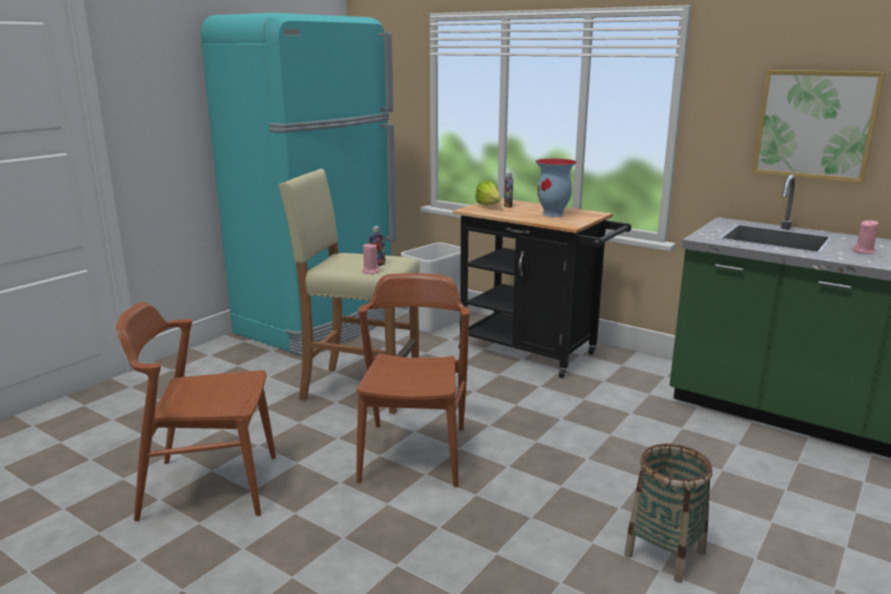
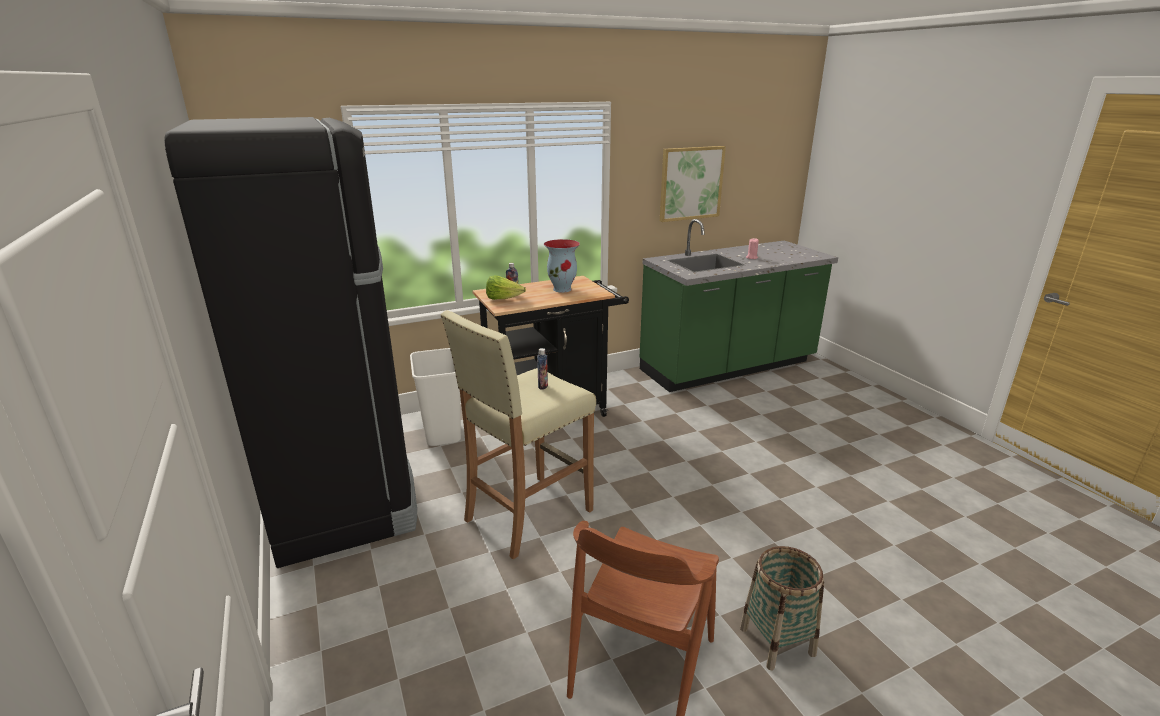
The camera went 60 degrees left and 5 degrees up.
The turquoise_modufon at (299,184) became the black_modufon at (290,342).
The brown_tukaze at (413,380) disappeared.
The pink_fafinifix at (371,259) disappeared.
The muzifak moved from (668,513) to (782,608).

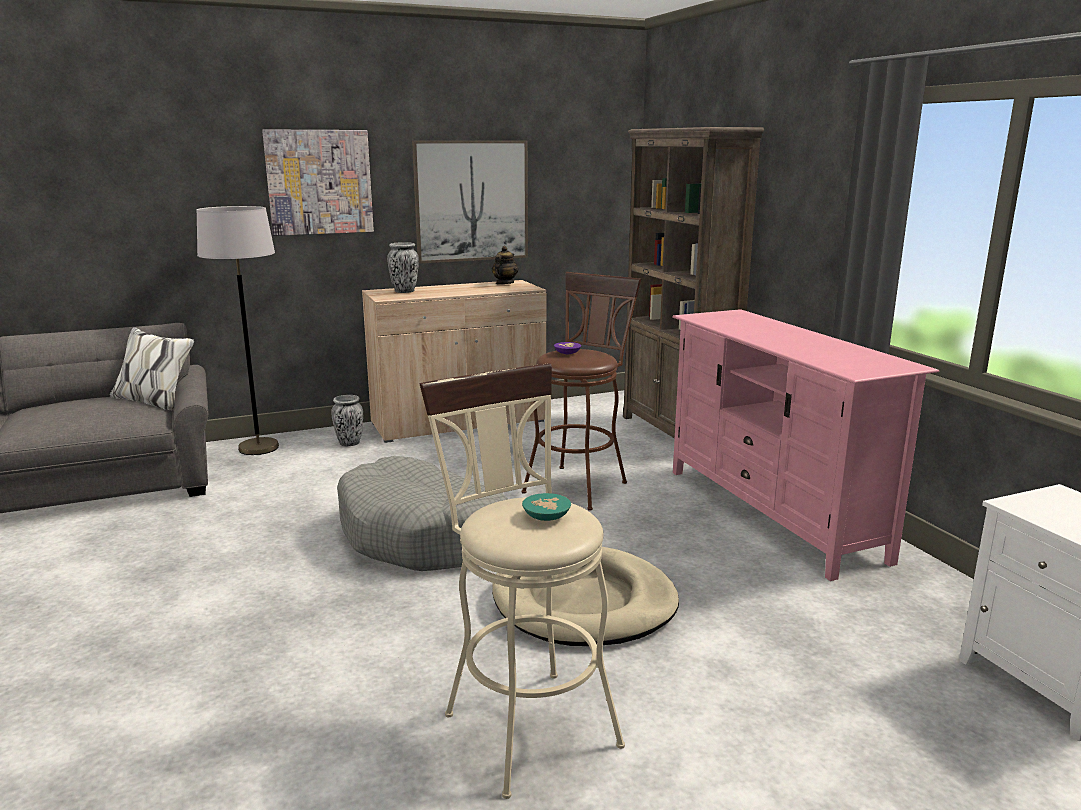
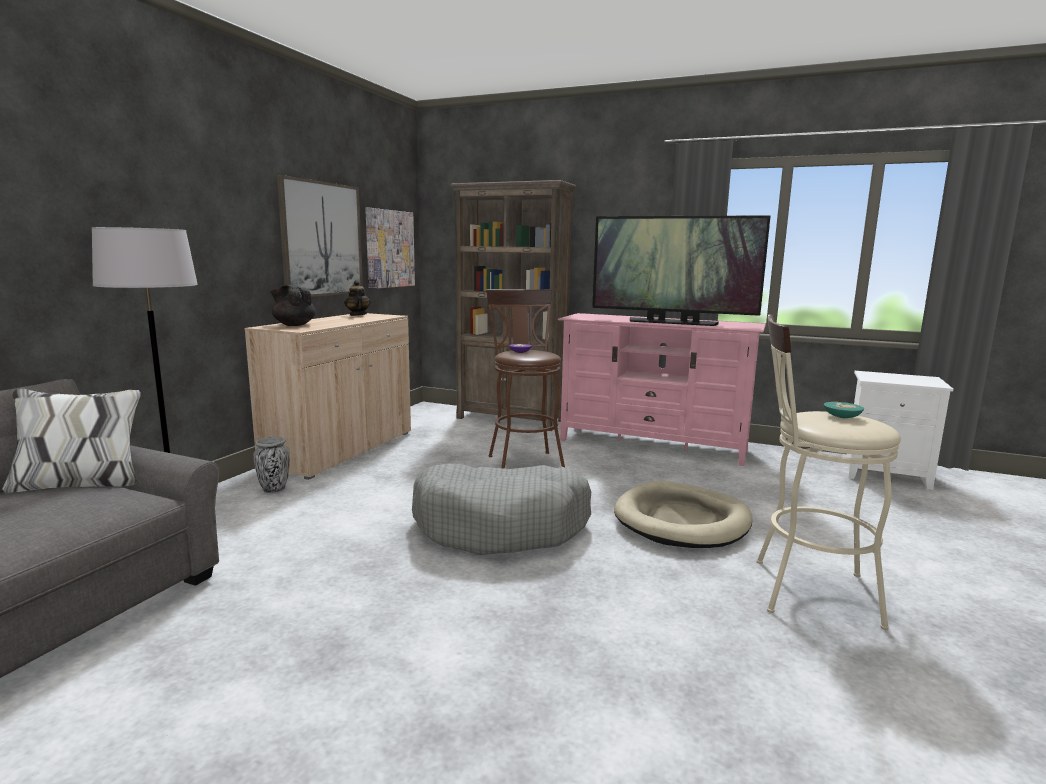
The camera went 45 degrees left and 5 degrees down.
The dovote moved from (318,182) to (390,248).
The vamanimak at (403,267) was replaced by the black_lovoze at (293,305).
The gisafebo at (681,270) appeared.

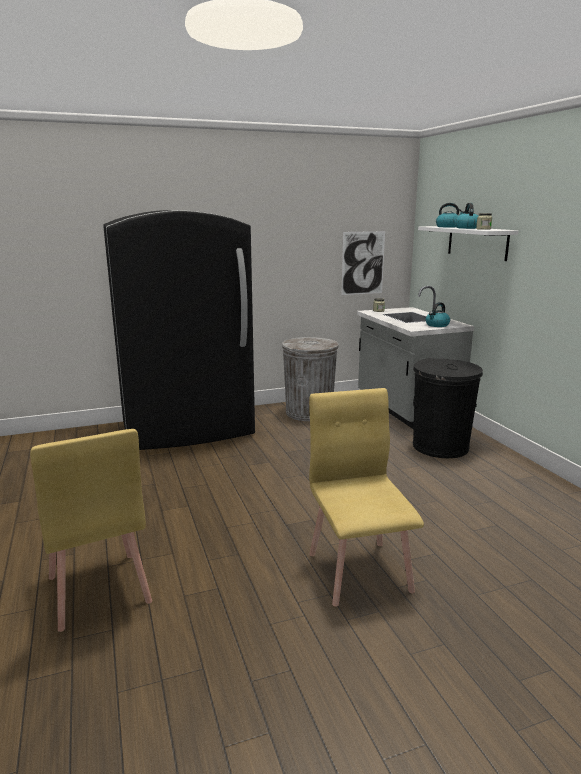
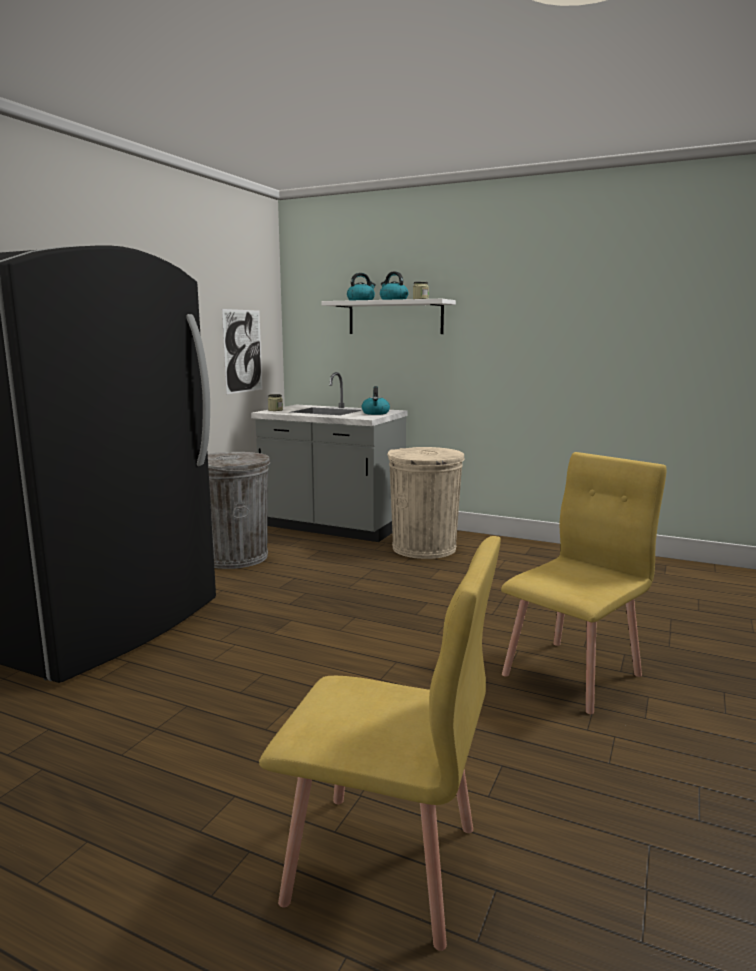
The camera went 45 degrees left and 5 degrees down.
The yellow_tukaze at (366,497) turned 105 degrees clockwise.
The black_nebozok at (448,408) became the beige_nebozok at (426,503).

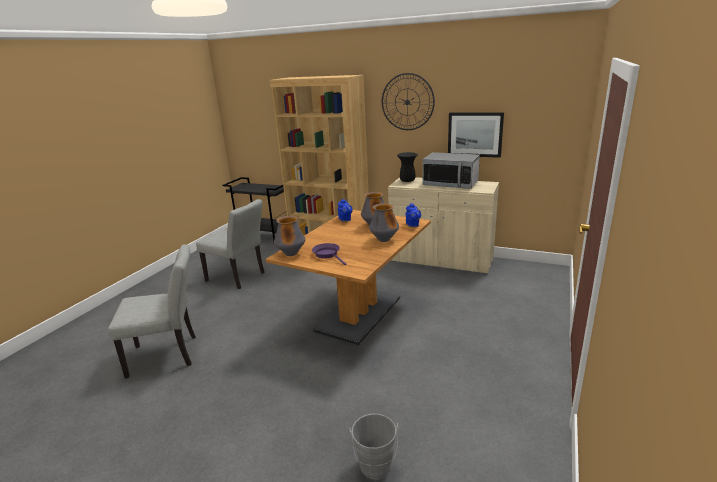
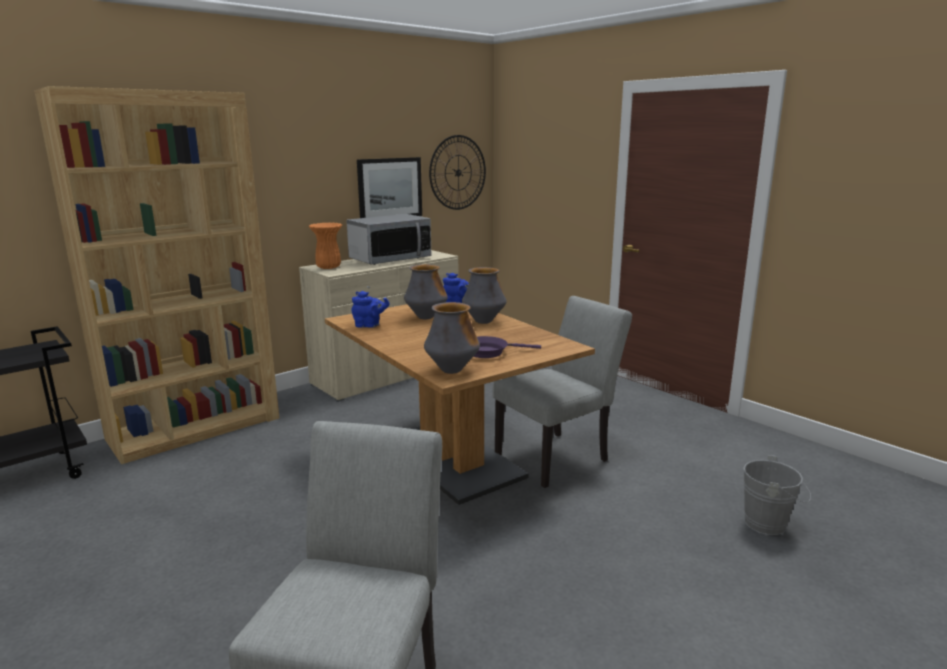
The camera went 65 degrees left and 5 degrees down.
The grey_tukaze moved from (230,244) to (562,392).
The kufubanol moved from (408,101) to (457,172).
The black_vamanimak at (407,167) became the orange_vamanimak at (325,246).

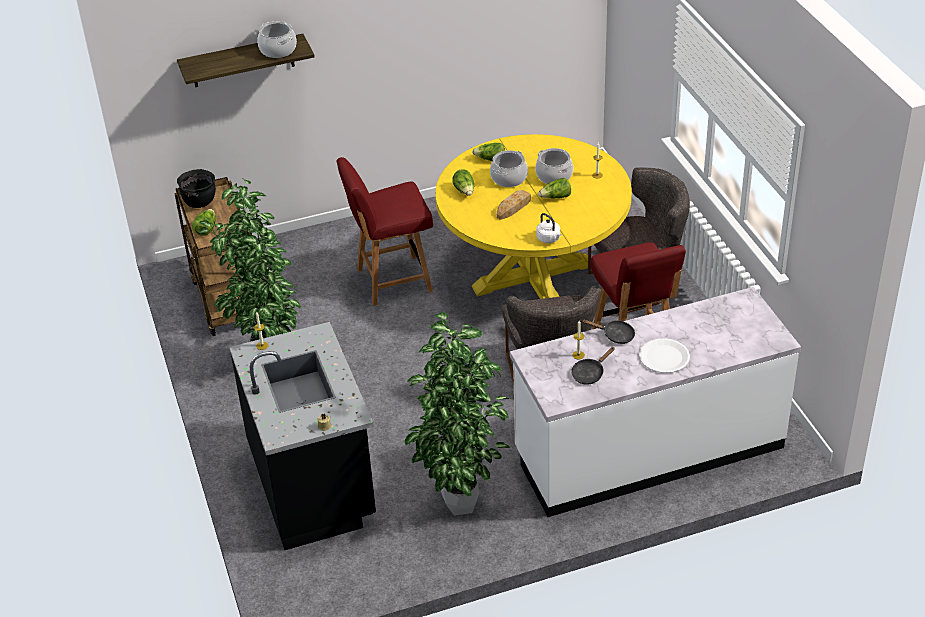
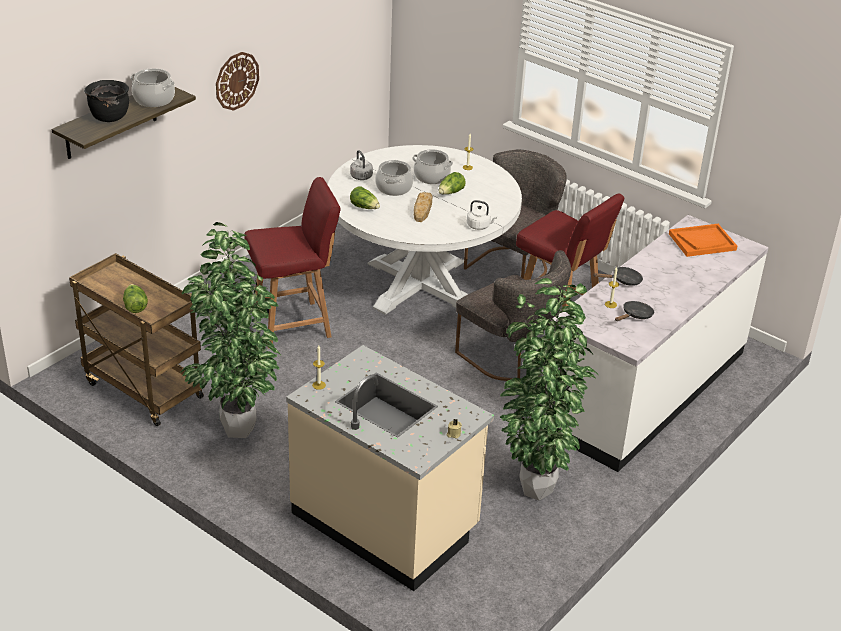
The camera went 35 degrees left and 5 degrees down.
The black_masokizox moved from (196,188) to (106,101).
The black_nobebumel at (302,436) became the beige_nobebumel at (390,468).
The red_tukaze at (384,231) turned 150 degrees counterclockwise.
The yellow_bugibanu at (533,216) became the white_bugibanu at (425,230).
The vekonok at (488,152) was replaced by the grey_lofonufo at (361,165).
The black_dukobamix at (593,366) turned 150 degrees counterclockwise.
The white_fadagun at (664,355) disappeared.
The kufubanol at (237,81) appeared.
The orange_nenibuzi at (703,240) appeared.

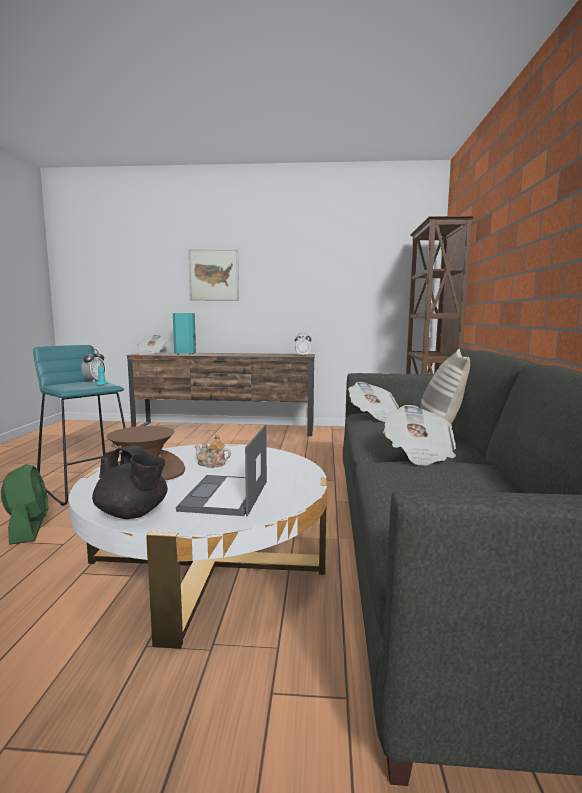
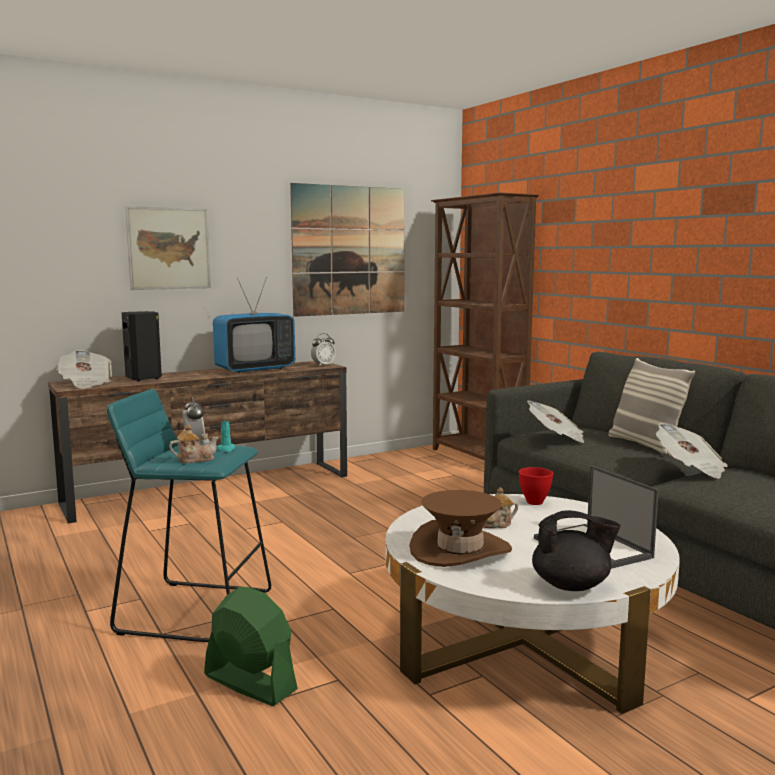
The camera went 35 degrees left and 0 degrees up.
The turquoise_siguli at (184,333) became the black_siguli at (142,346).
The lovoze at (194,443) appeared.
The gisafebo at (254,325) appeared.
The dovote at (347,250) appeared.
The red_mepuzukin at (536,486) appeared.

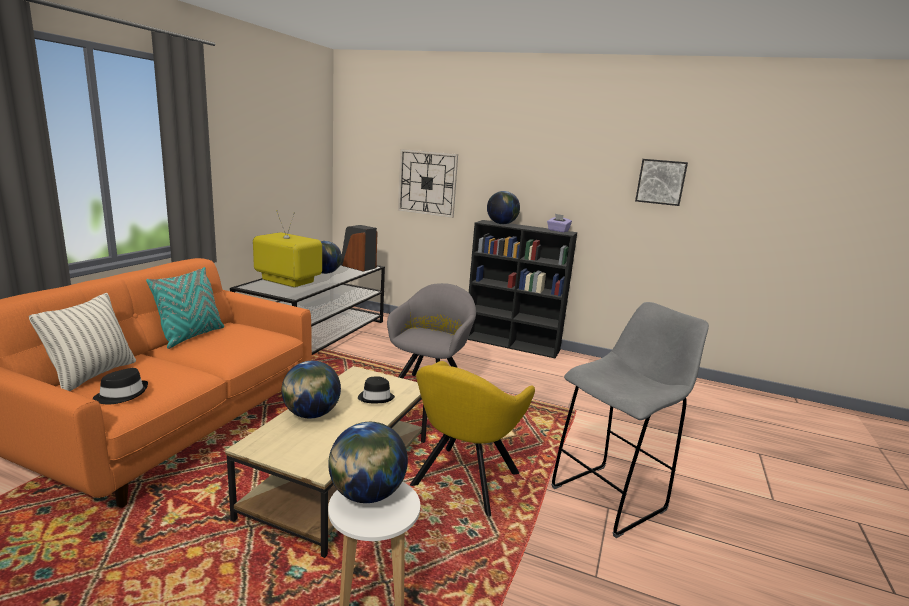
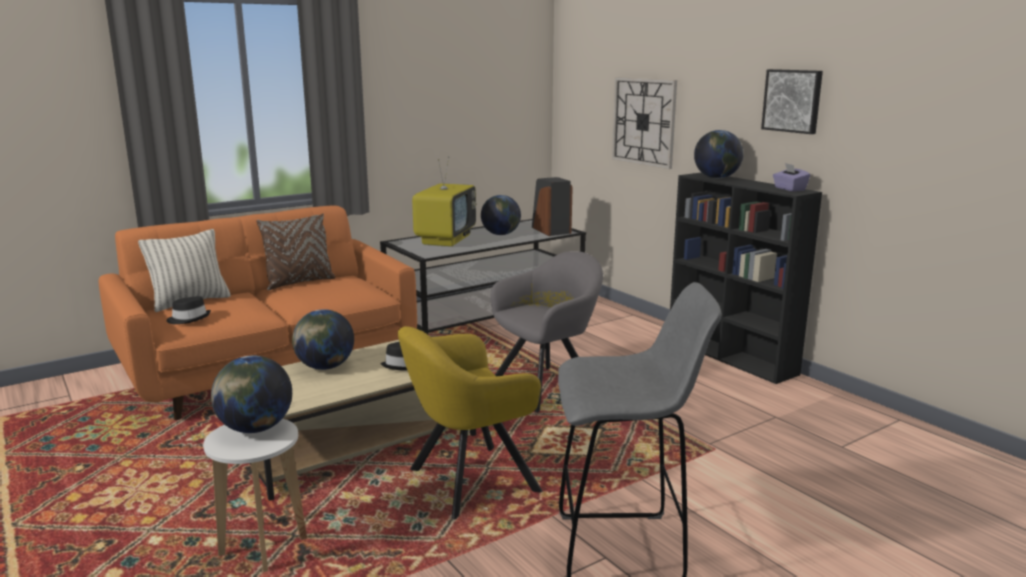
The camera went 35 degrees right and 0 degrees up.
The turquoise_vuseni at (185,308) became the brown_vuseni at (296,251).
The gisafebo at (287,248) turned 45 degrees clockwise.
The dovote moved from (661,182) to (792,101).

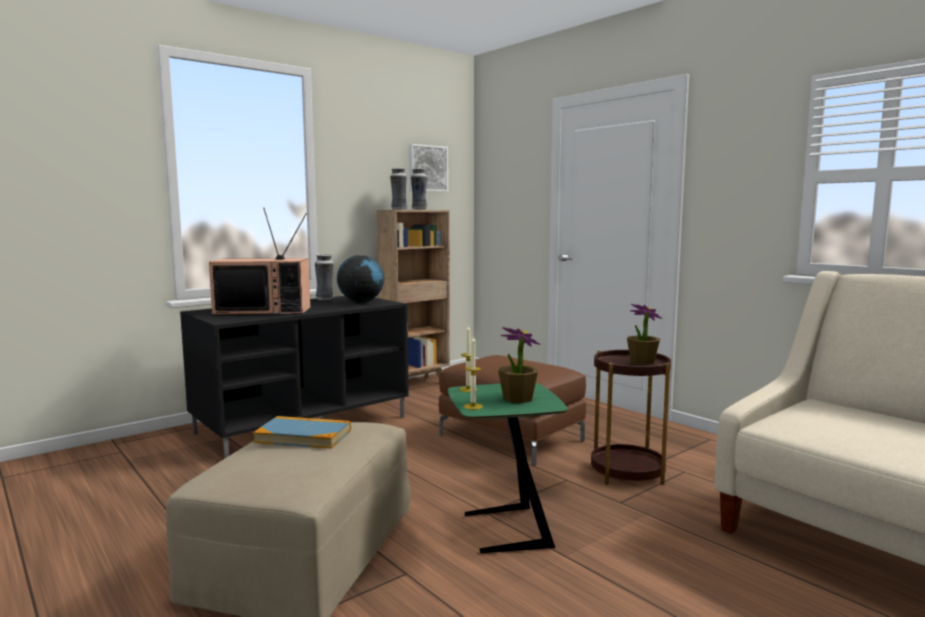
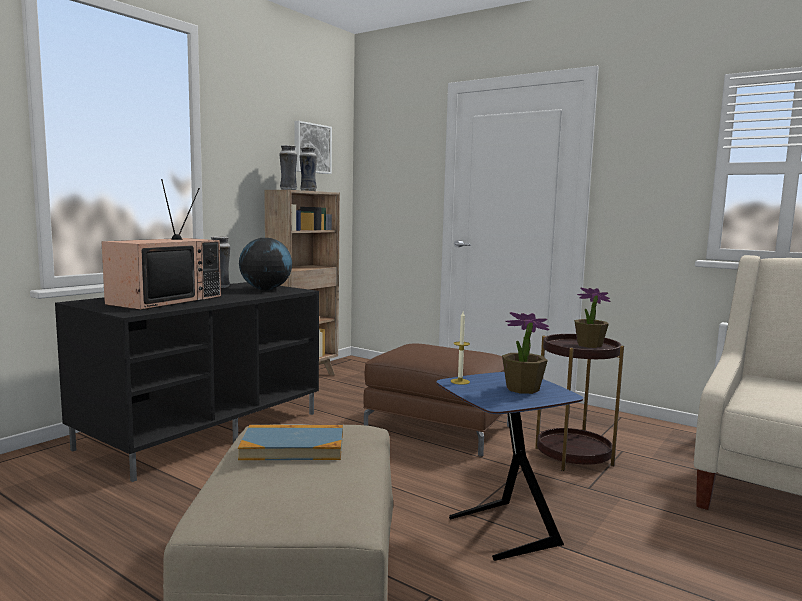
The camera went 15 degrees left and 0 degrees up.
The gisafebo at (260,261) turned 45 degrees counterclockwise.
The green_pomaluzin at (508,468) became the blue_pomaluzin at (509,466).
The fafinifix at (473,373) disappeared.

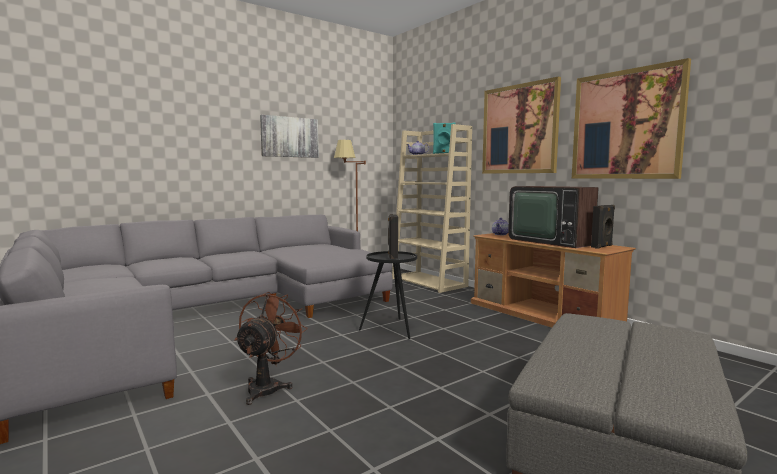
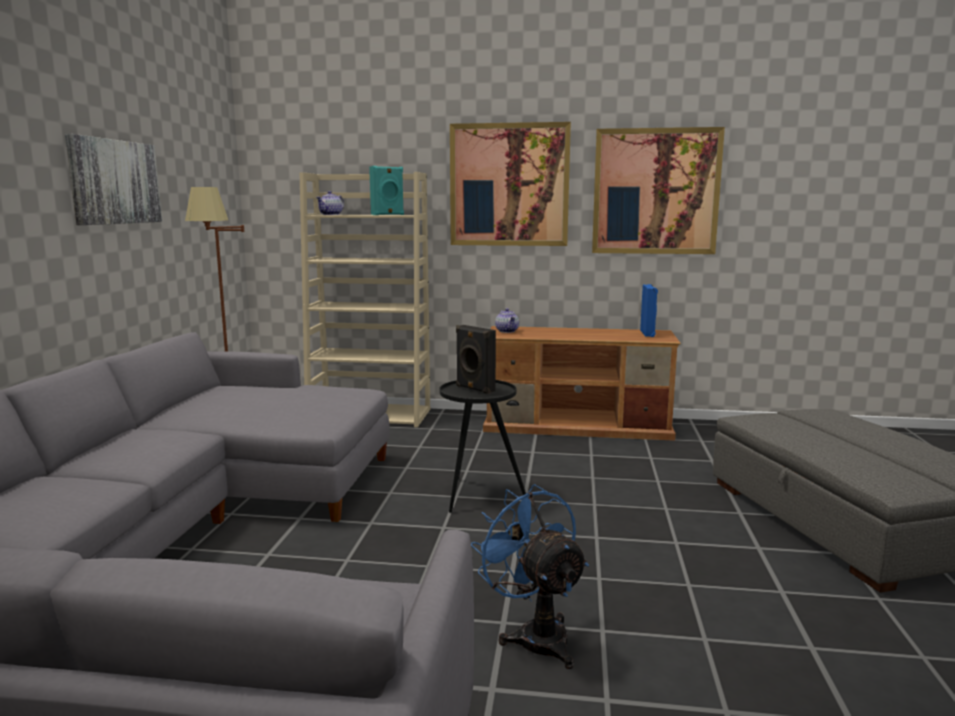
The camera went 45 degrees left and 5 degrees up.
The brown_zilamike at (271,348) became the blue_zilamike at (530,576).
The gisafebo at (553,217) disappeared.
The black_siguli at (603,227) became the blue_siguli at (649,310).

